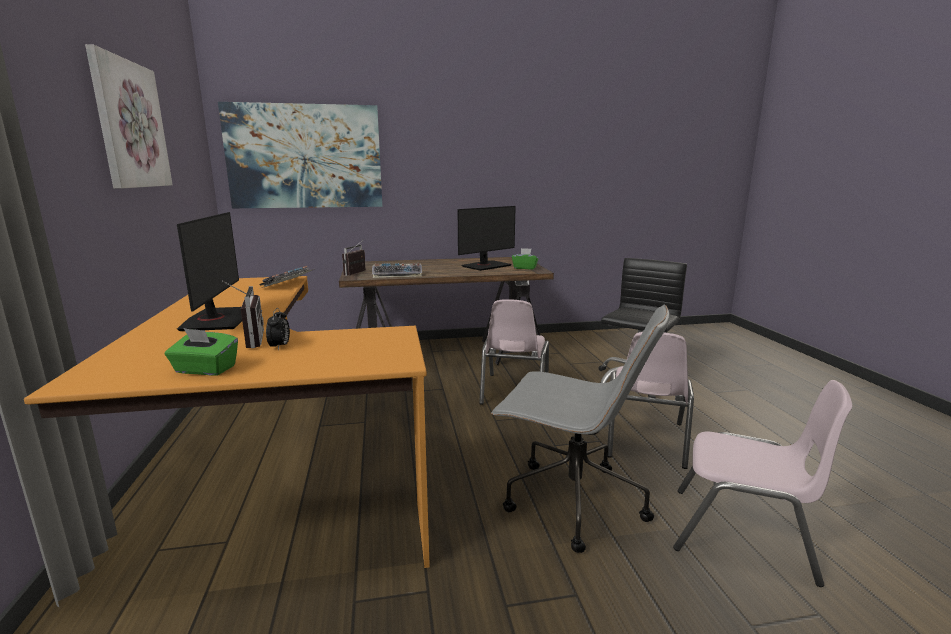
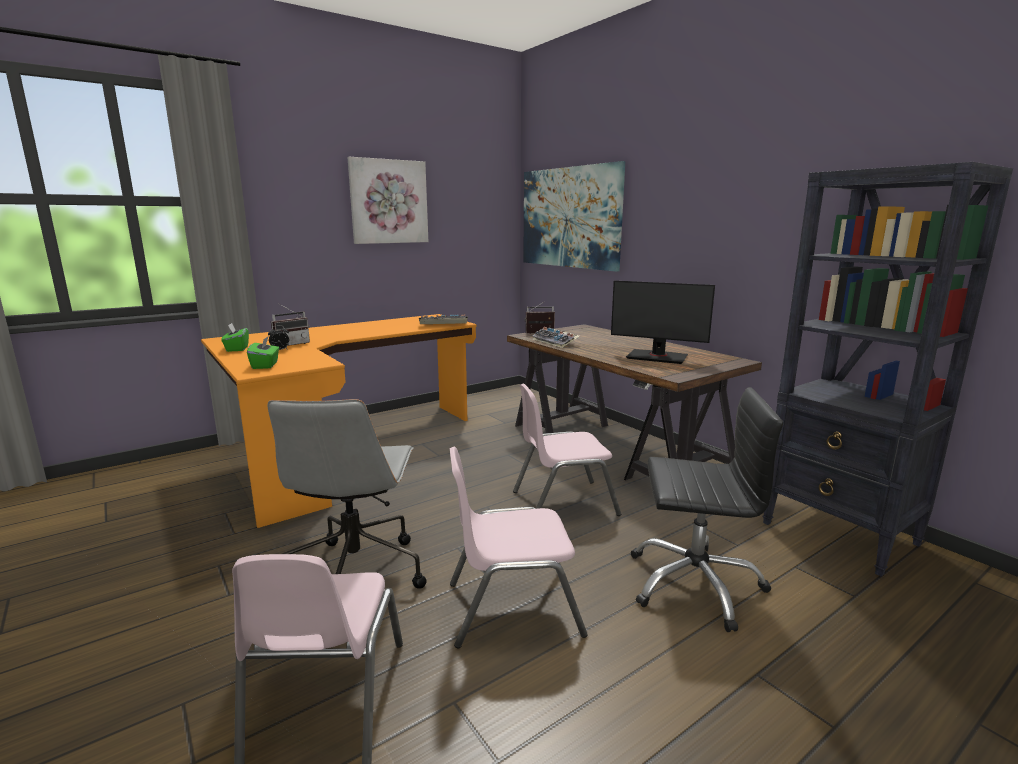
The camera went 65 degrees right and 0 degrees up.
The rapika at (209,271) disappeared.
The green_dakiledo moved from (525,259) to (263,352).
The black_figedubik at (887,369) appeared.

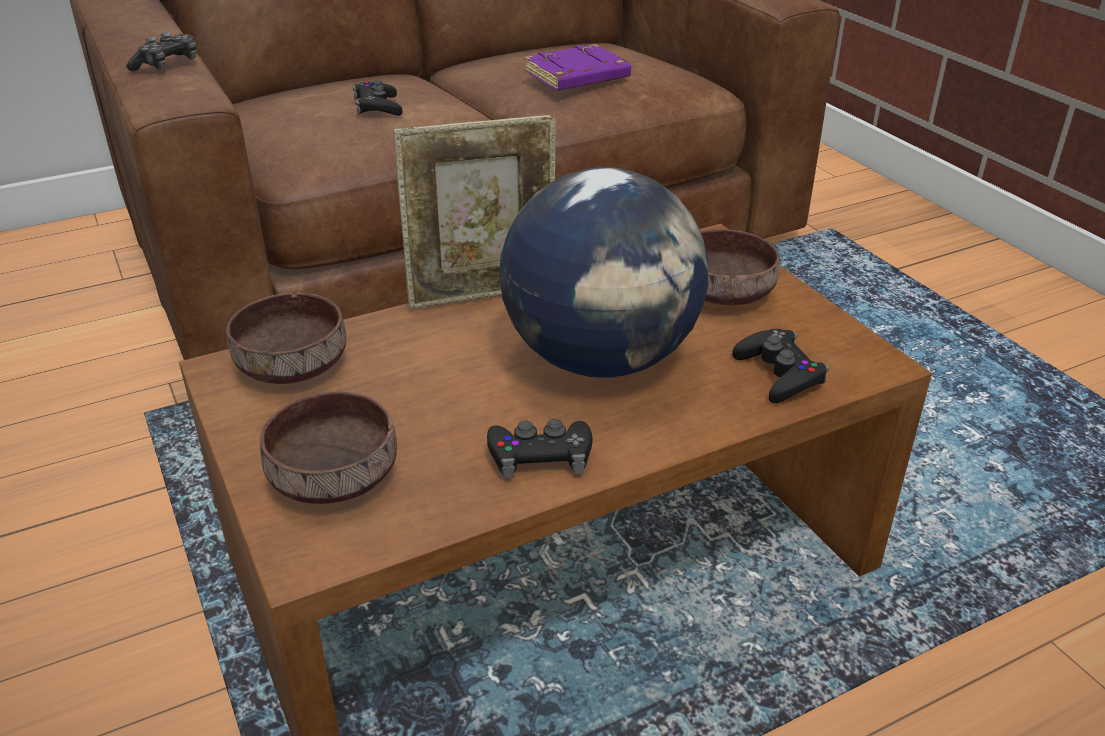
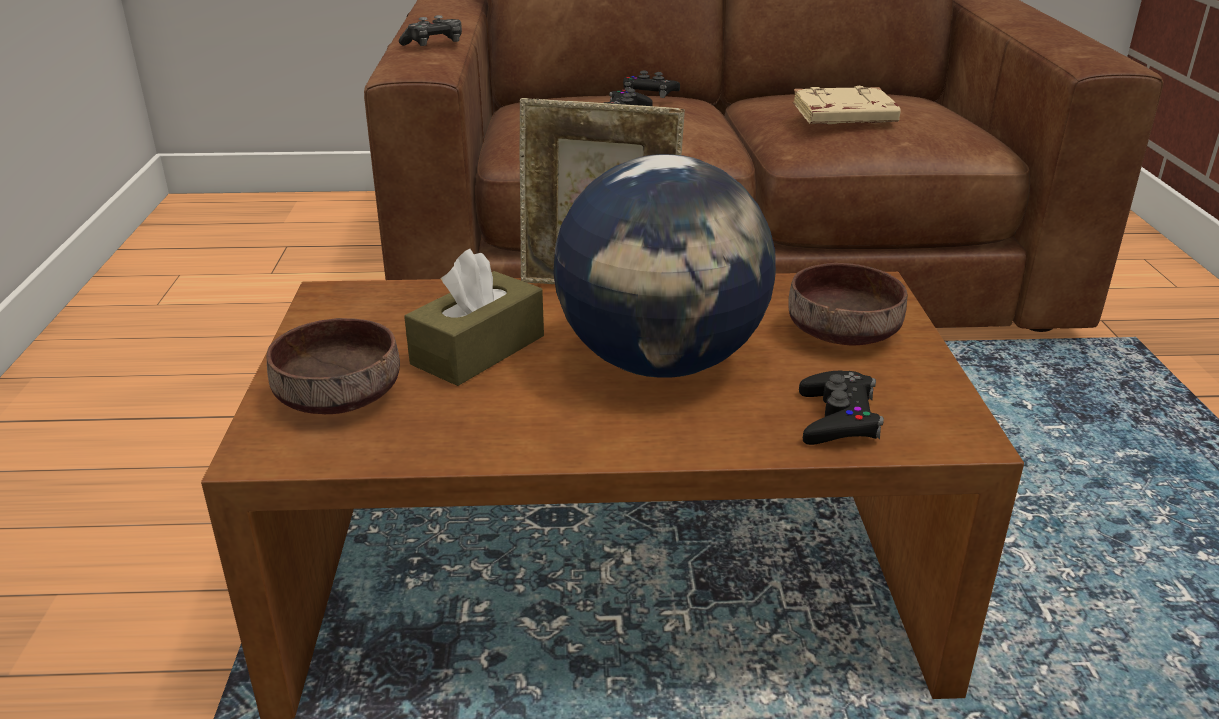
The camera went 25 degrees right and 5 degrees down.
The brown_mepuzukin at (286,338) disappeared.
The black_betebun moved from (540,449) to (651,84).
The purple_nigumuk at (577,67) became the beige_nigumuk at (847,105).
The brown_dakiledo at (474,317) appeared.

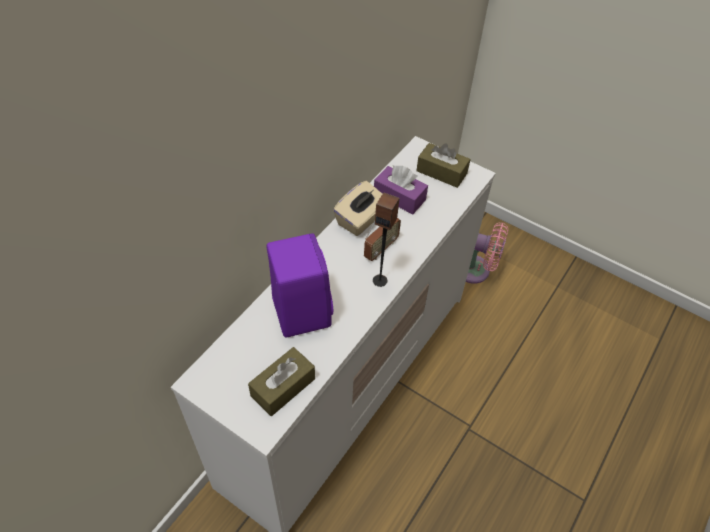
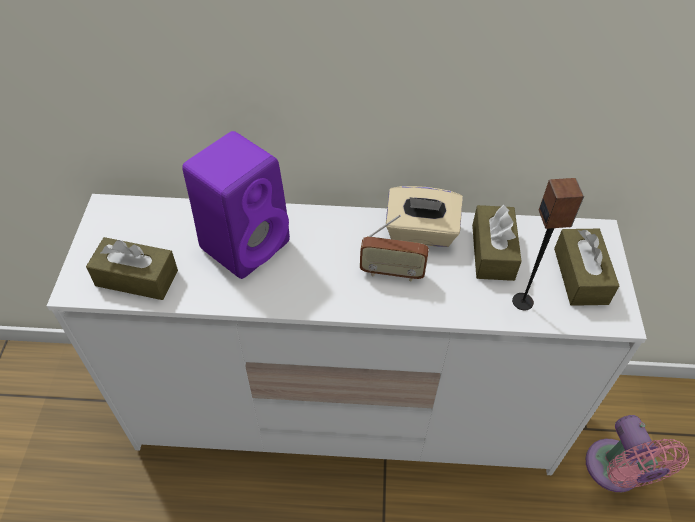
The camera went 60 degrees right and 0 degrees up.
The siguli moved from (386,240) to (548,244).
The purple_dakiledo at (401,190) became the brown_dakiledo at (497,242).

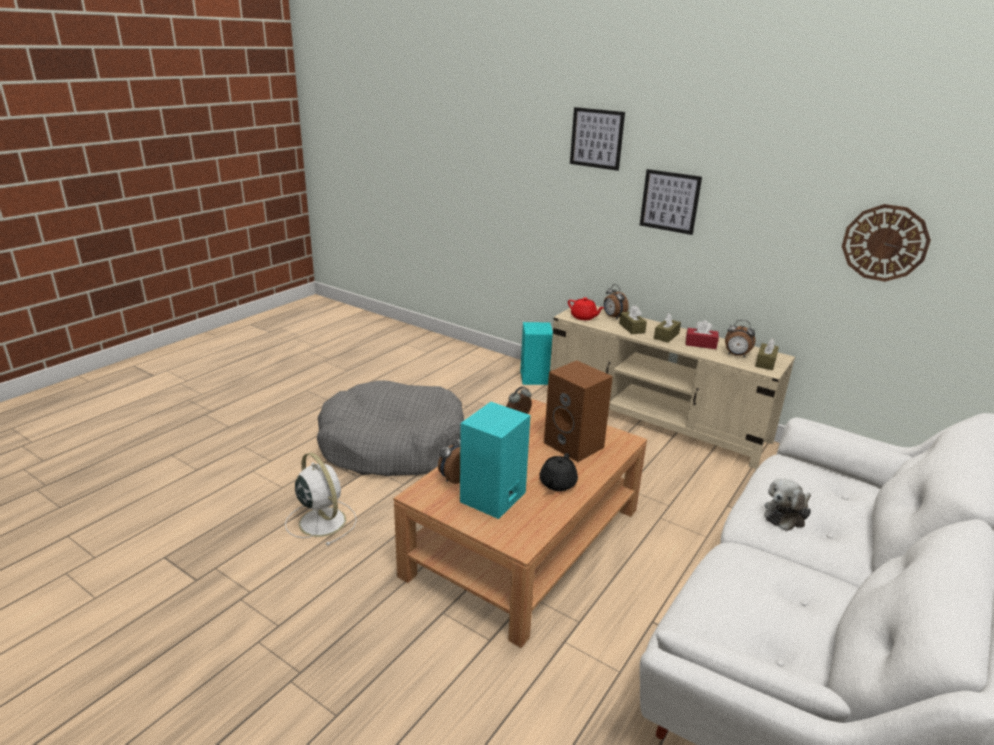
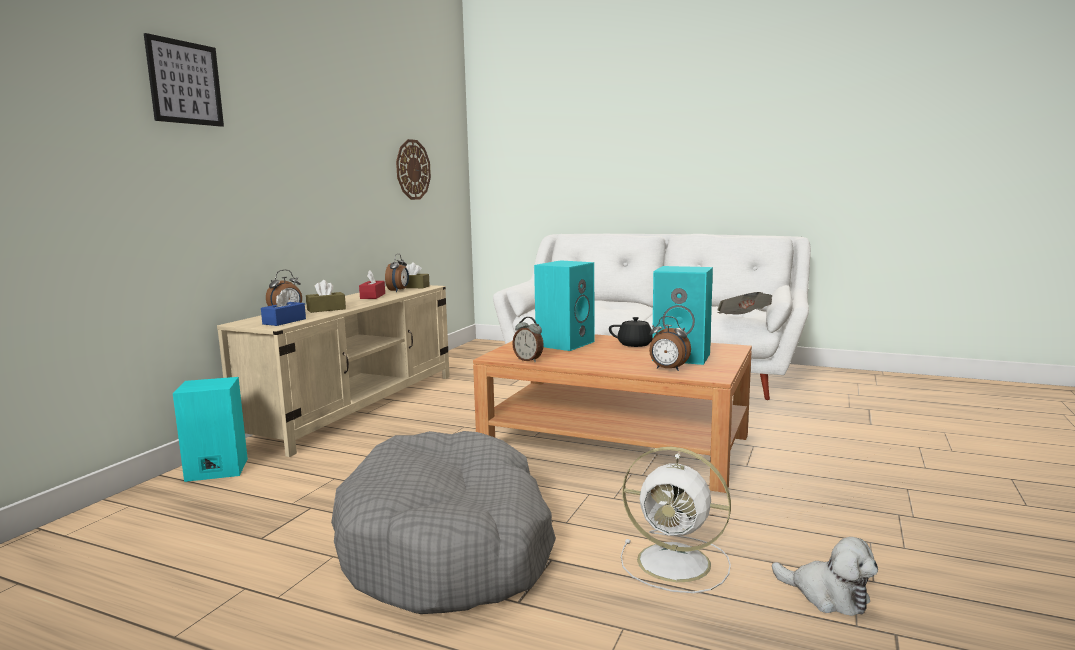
The camera went 100 degrees left and 15 degrees down.
The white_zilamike at (321,499) turned 105 degrees counterclockwise.
The brown_siguli at (578,411) became the turquoise_siguli at (564,305).
The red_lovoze at (586,309) was replaced by the blue_dakiledo at (283,307).
The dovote at (671,202) disappeared.
The brown_dakiledo at (667,328) disappeared.
The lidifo moved from (787,505) to (825,576).
The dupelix at (745,303) appeared.

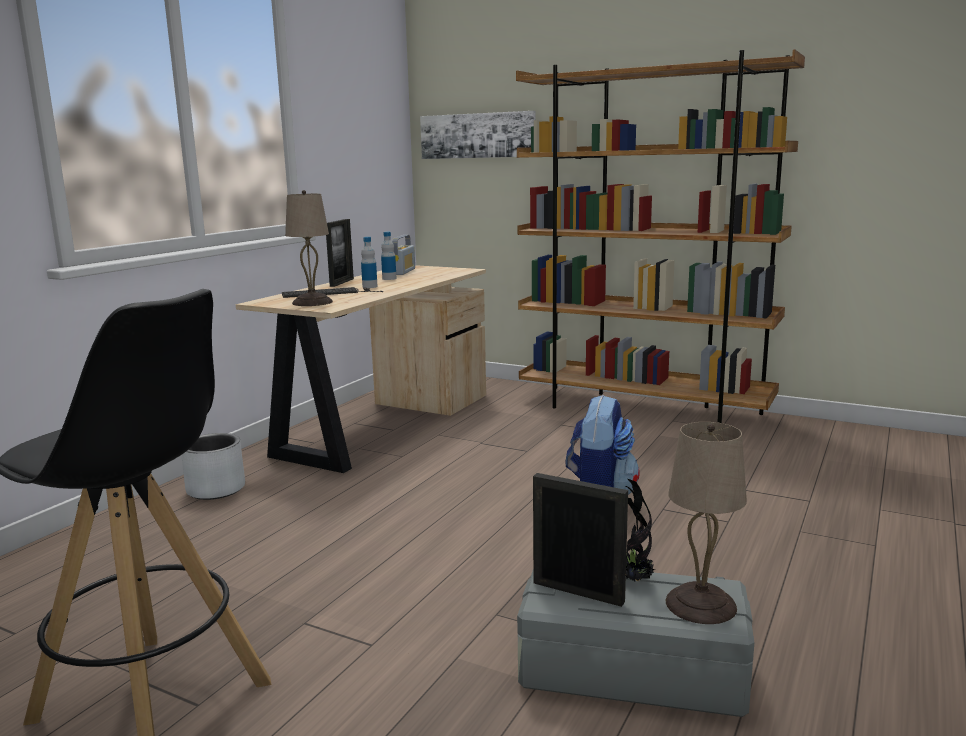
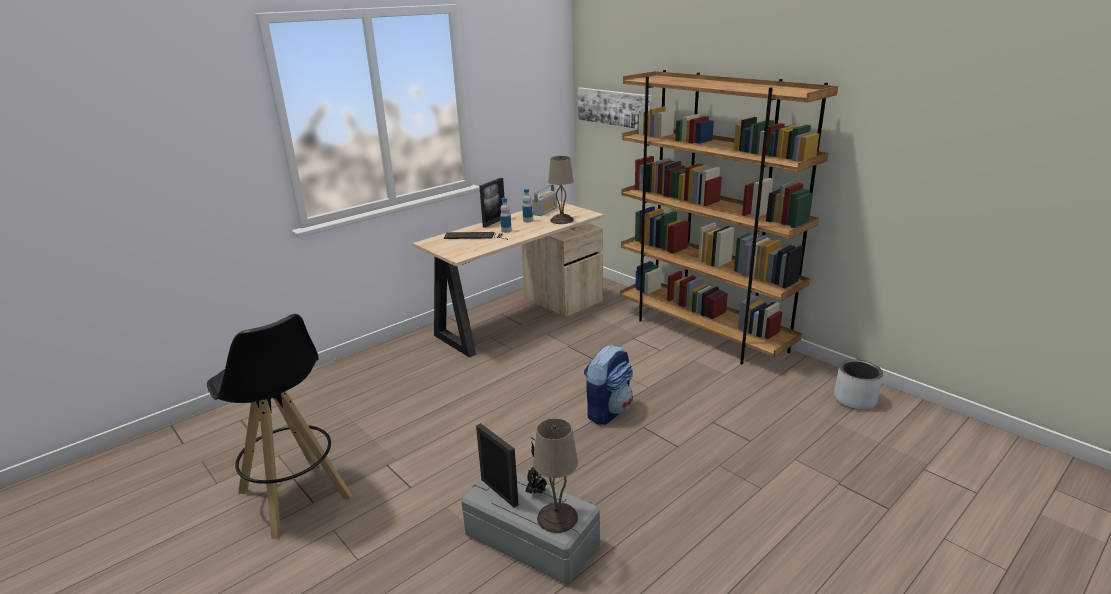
The camera went 20 degrees right and 10 degrees up.
The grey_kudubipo moved from (213,466) to (858,384).
The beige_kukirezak moved from (309,248) to (561,190).

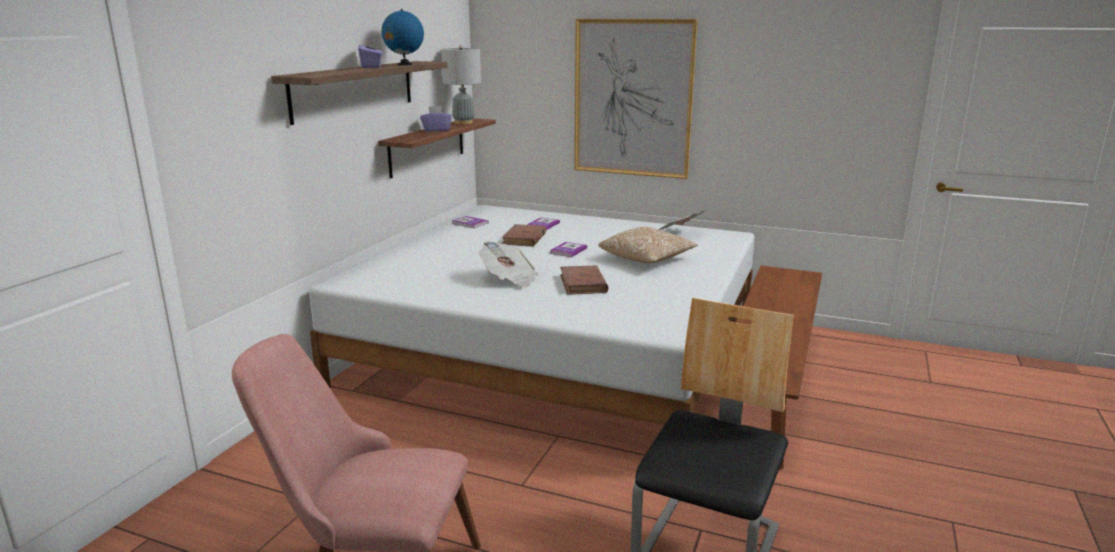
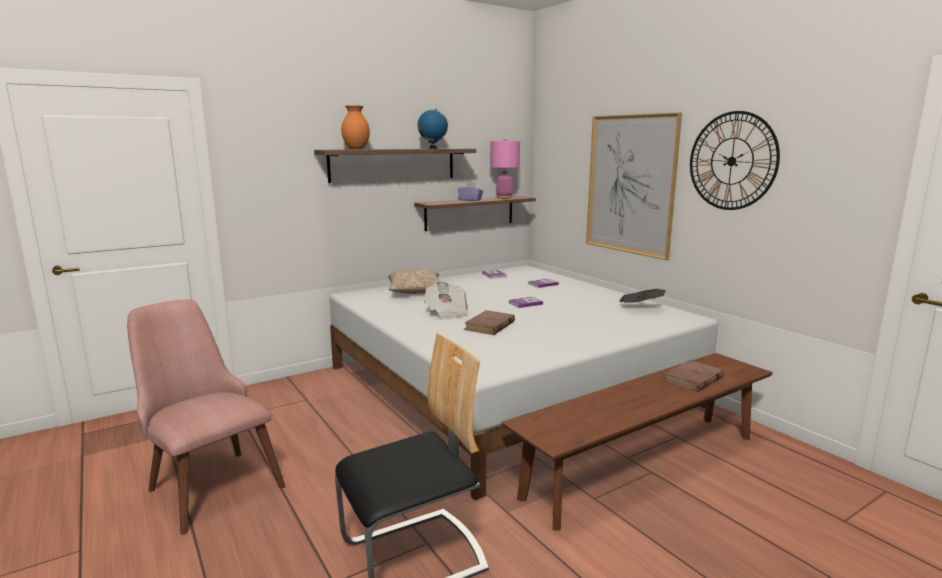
The camera went 35 degrees right and 5 degrees down.
The purple_dakiledo at (370,53) disappeared.
The grey_kukirezak at (461,85) became the pink_kukirezak at (505,168).
The brown_nigumuk moved from (523,235) to (693,376).
The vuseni moved from (648,245) to (414,281).
The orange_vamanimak at (355,127) appeared.
The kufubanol at (735,160) appeared.

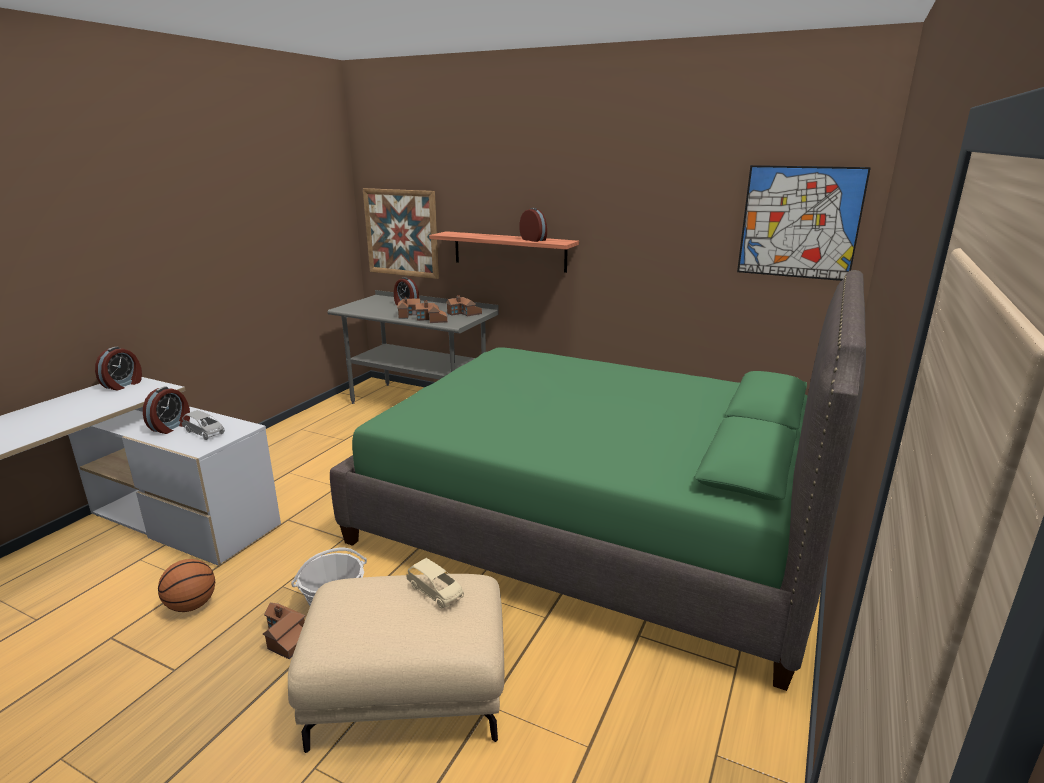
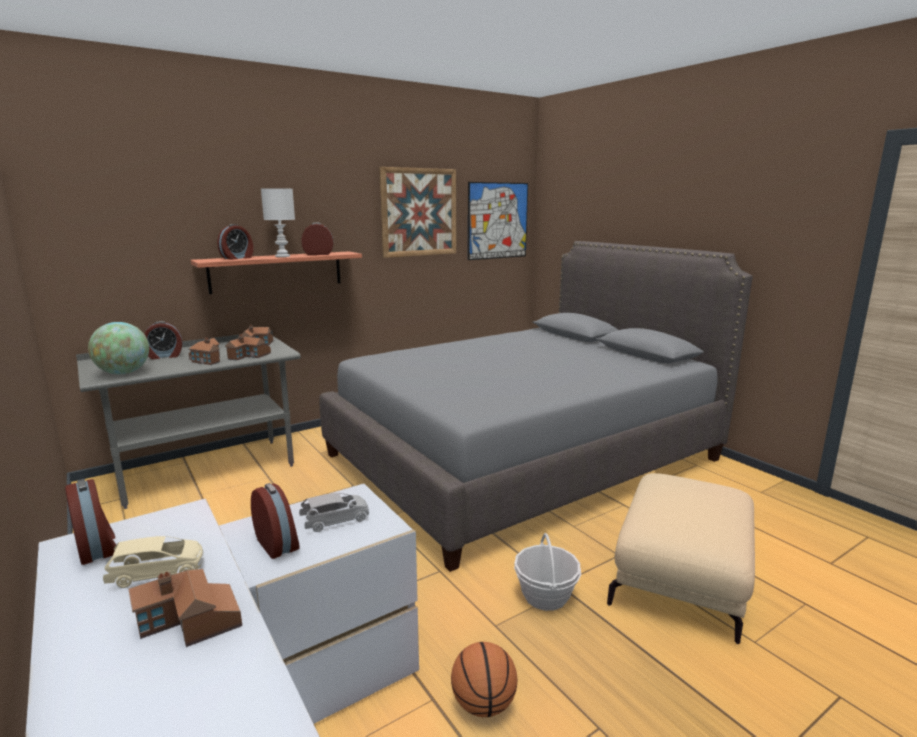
The camera went 60 degrees left and 5 degrees down.
The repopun moved from (284,631) to (185,608).
The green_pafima at (598,480) became the grey_pafima at (536,406).
The dovote moved from (401,233) to (417,212).
The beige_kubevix moved from (435,583) to (153,562).
The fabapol at (118,348) appeared.
The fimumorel at (235,242) appeared.
The white_kukirezak at (278,222) appeared.

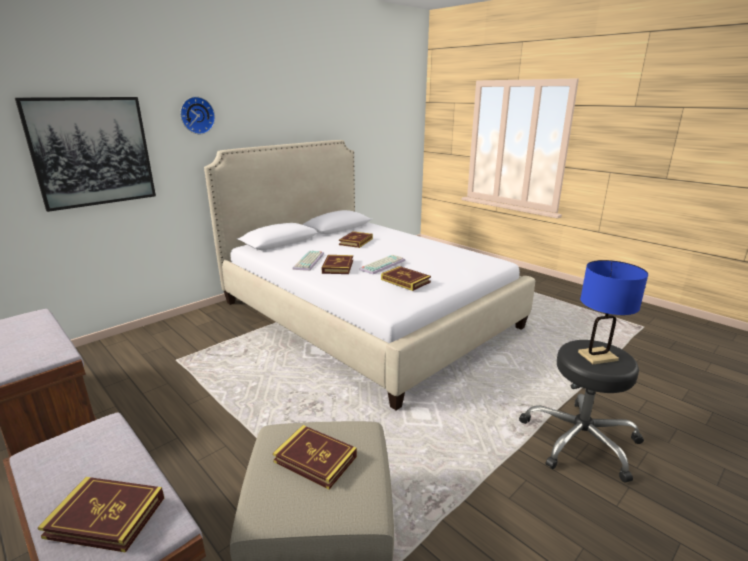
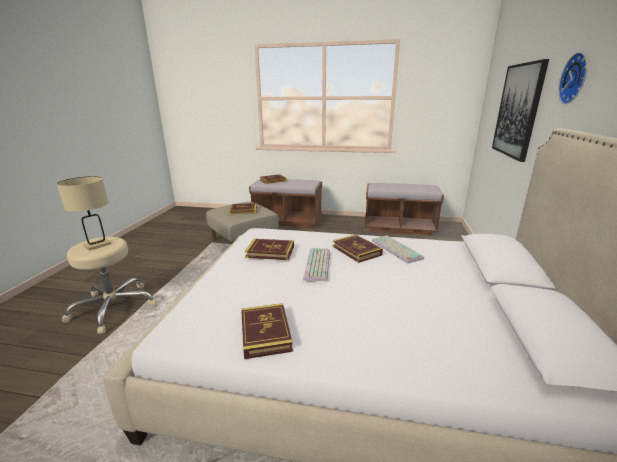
The camera went 145 degrees right and 0 degrees up.
The nigumuk moved from (356,239) to (267,331).
The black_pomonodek at (581,411) became the beige_pomonodek at (110,285).
The blue_kukirezak at (613,312) became the beige_kukirezak at (84,213).

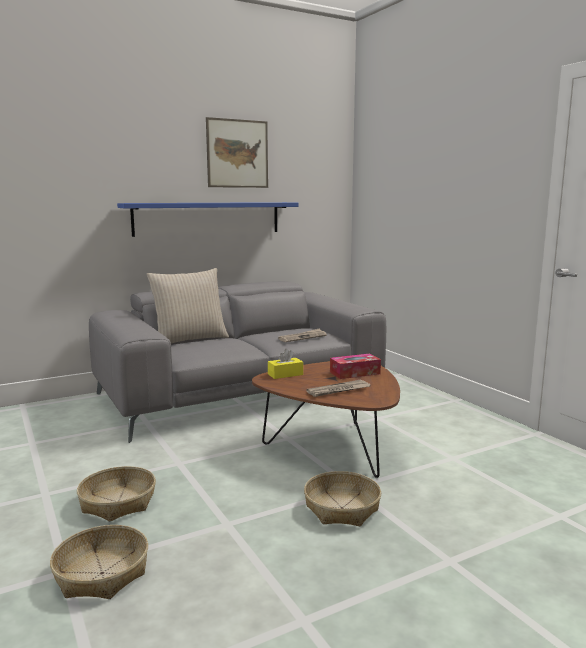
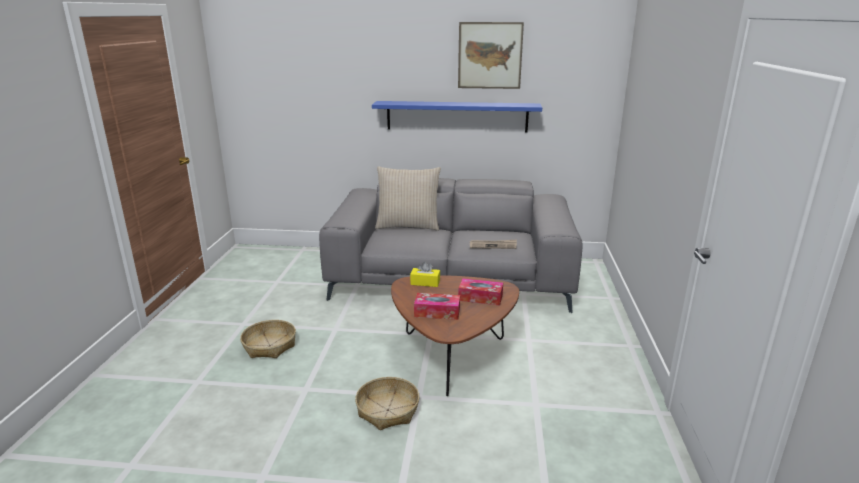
The camera went 35 degrees right and 10 degrees up.
The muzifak at (99,562) disappeared.
The dupelix at (338,388) was replaced by the dakiledo at (437,306).

